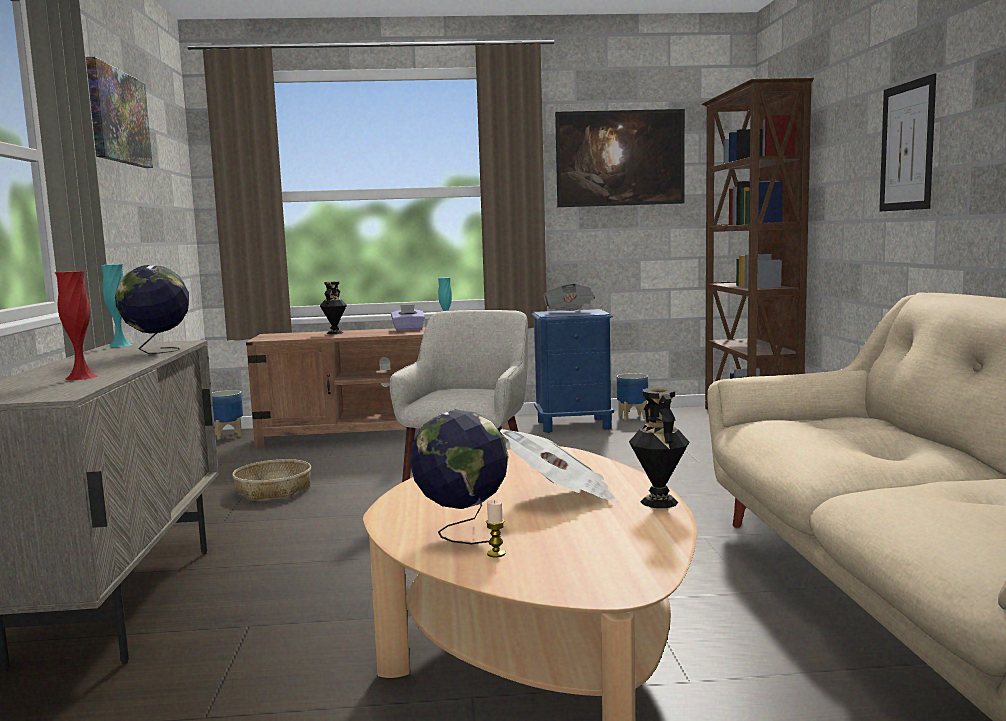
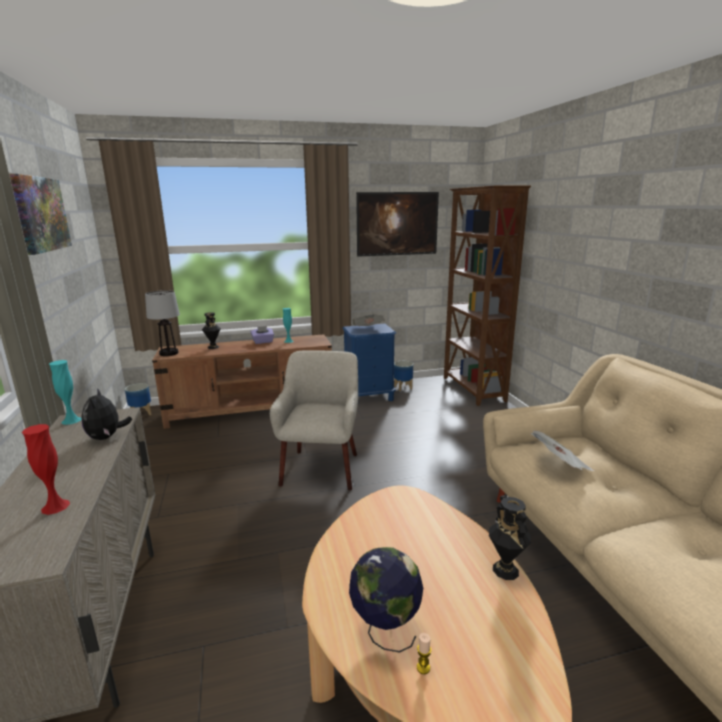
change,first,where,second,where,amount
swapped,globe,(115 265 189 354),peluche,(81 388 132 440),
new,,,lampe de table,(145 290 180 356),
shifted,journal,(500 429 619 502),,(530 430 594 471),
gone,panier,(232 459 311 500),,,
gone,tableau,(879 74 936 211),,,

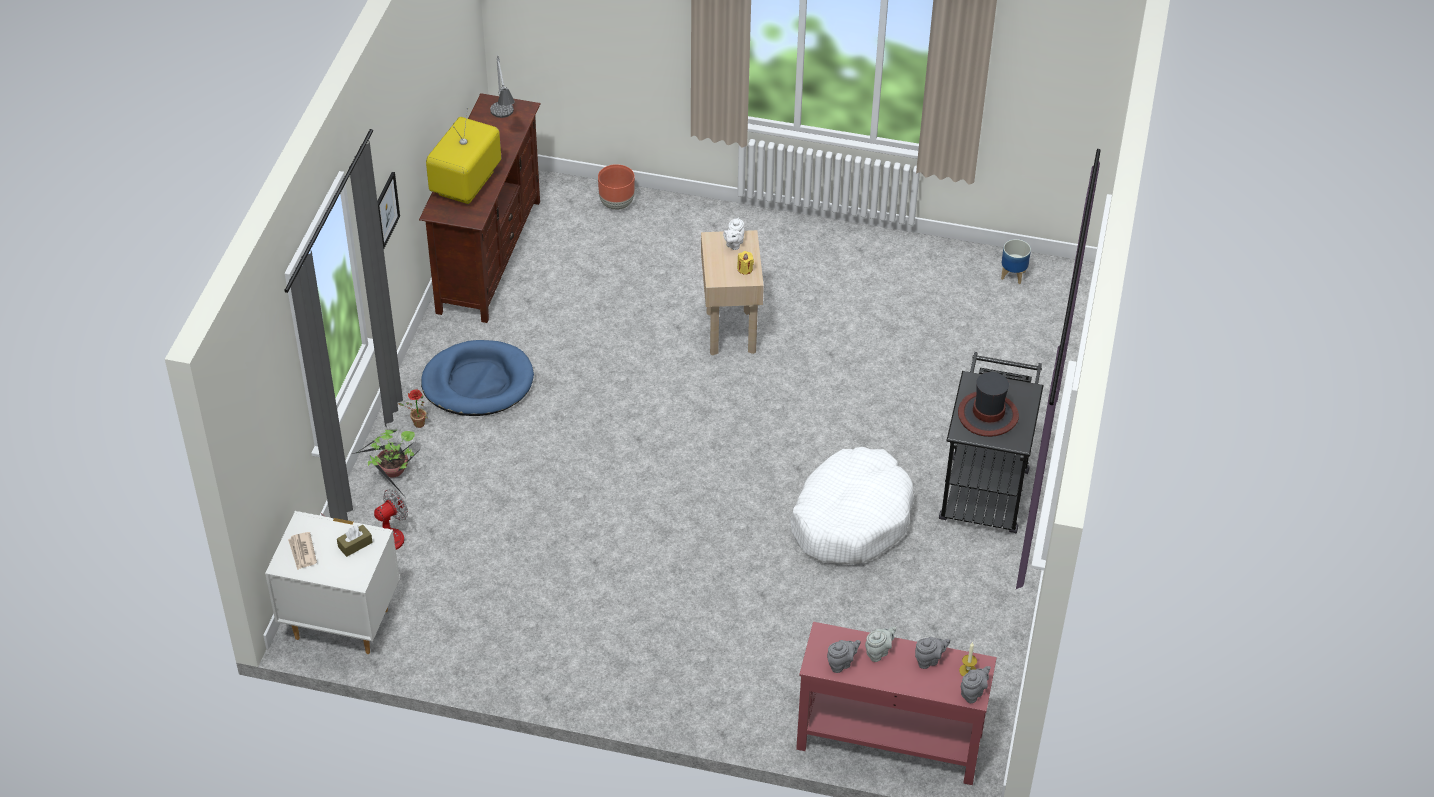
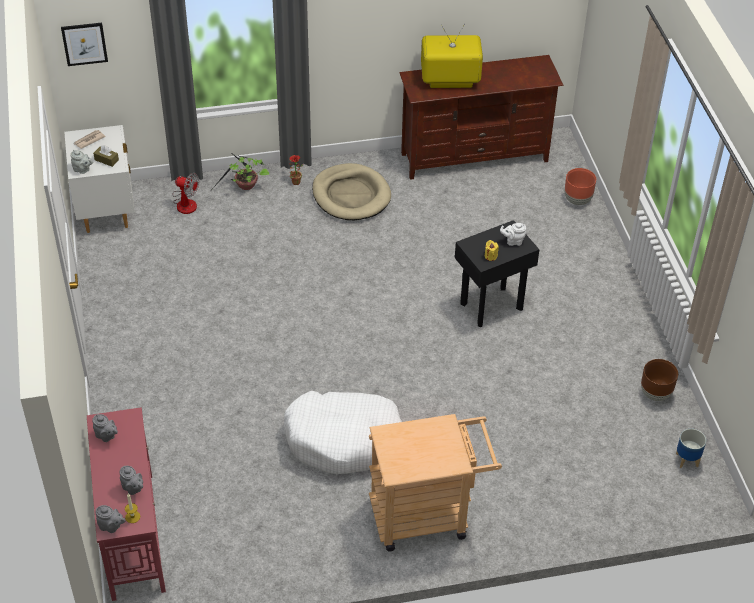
change,first,where,second,where,amount
shifted,tableau,(377 172 400 249),,(61 23 108 66),
shifted,théière [gris],(865 626 896 662),,(70 150 93 174),
repainted,panier pour chien [bleu],(421 340 534 416),panier pour chien [beige],(312 163 391 220),
repainted,chariot [noir],(939 352 1044 534),chariot [beige],(369 414 502 552),
repainted,table d'appoint [beige],(701 230 764 355),table d'appoint [noir],(455 220 540 327),
new,,,cache-pot [marron],(641 359 678 401),
gone,lampe de table,(490 55 515 118),,,
gone,chapeau,(958 372 1019 437),,,

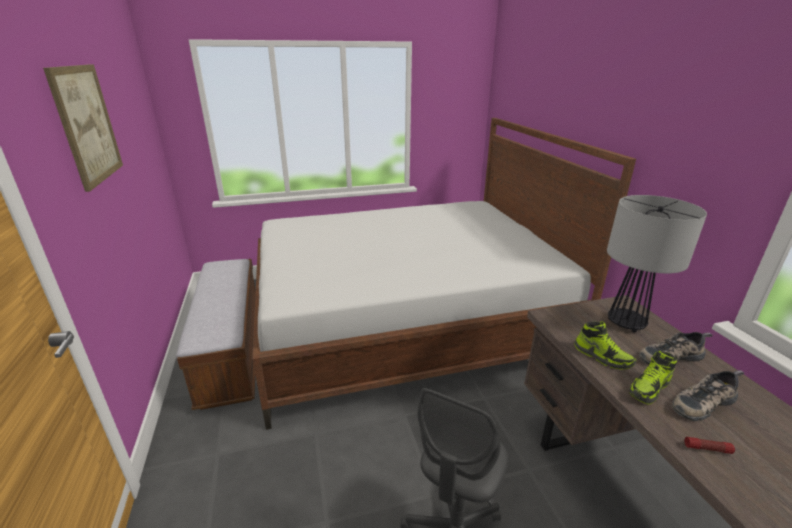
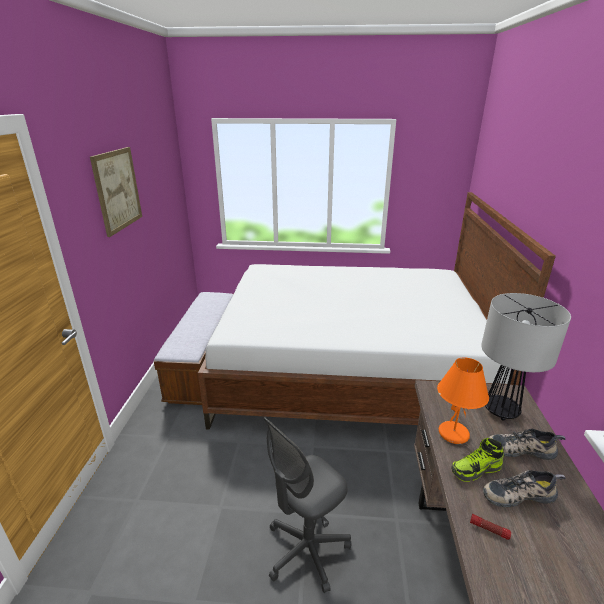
change,first,where,second,where,amount
swapped,chaussure,(574 321 636 370),lampe de table [orange],(437 358 489 444),

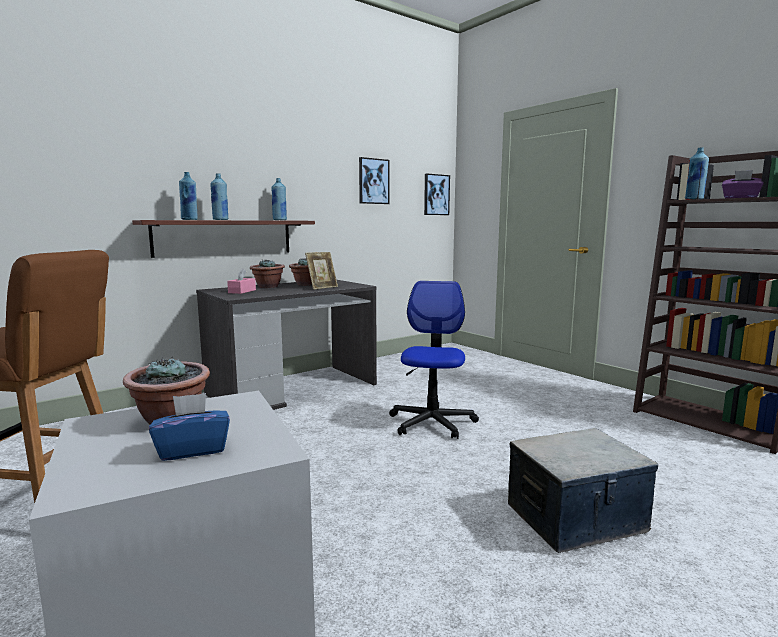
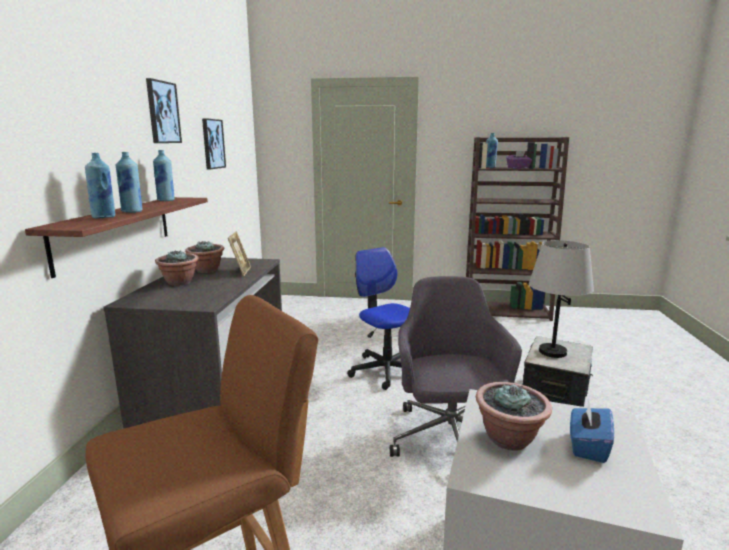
change,first,where,second,where,amount
shifted,tableau,(424 174 450 215),,(146 78 182 143),
new,,,chaise de bureau [gris],(390 276 522 457),
new,,,lampe de table [gris],(529 240 594 358),
gone,boîte à mouchoirs [rose],(227 268 256 294),,,

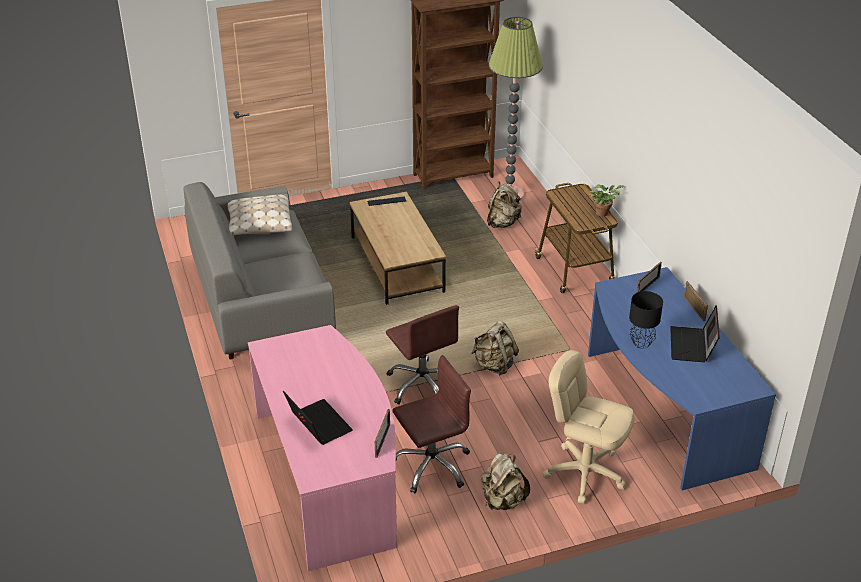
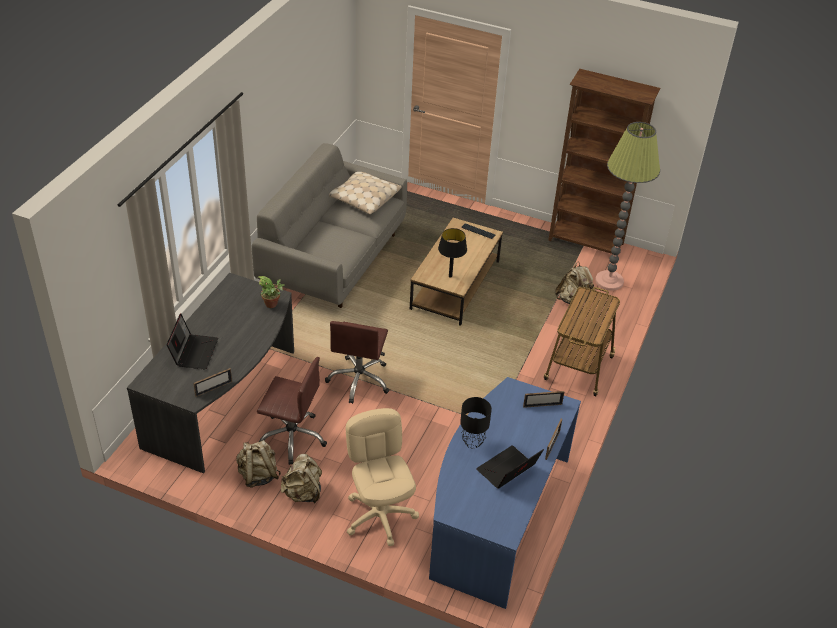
change,first,where,second,where,amount
repainted,bureau [rose],(248 325 397 571),bureau [gris],(127 273 294 474),
shifted,sac à dos [beige],(471 321 519 375),,(236 440 281 488),
shifted,plante en pot,(589 185 624 216),,(259 276 285 308),
new,,,lampe de table [noir],(438 228 467 278),

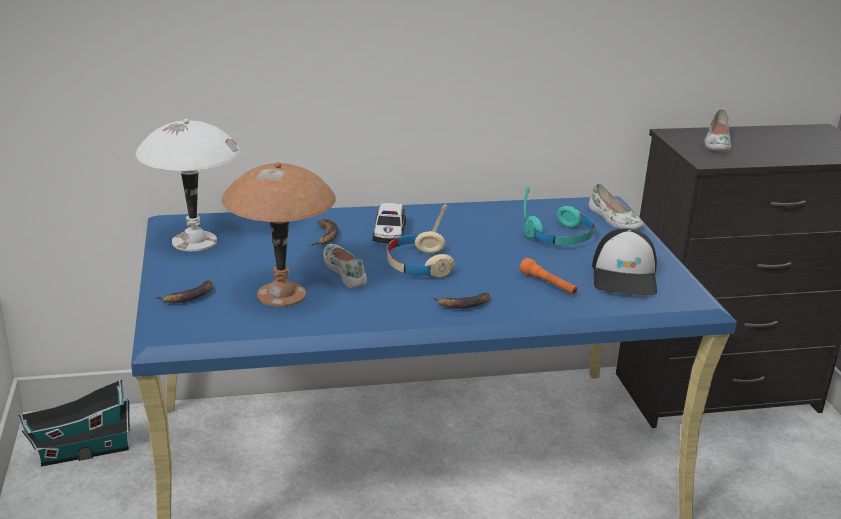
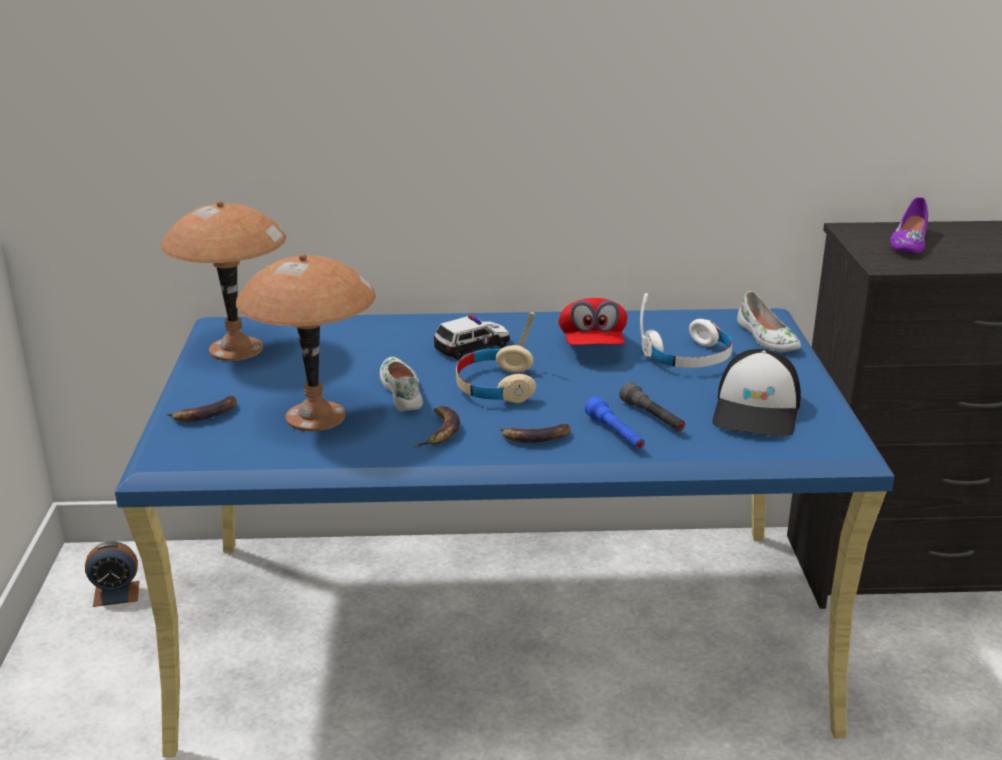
change,first,where,second,where,amount
swapped,maison miniature,(18 379 130 467),réveil,(85 541 140 607),
repainted,lampe de table [blanc],(135 119 240 251),lampe de table [marron],(161 201 286 361),
shifted,banane,(308 219 339 247),,(414 406 460 447),
rotated,petite voiture,(373 203 406 243),,(434 315 510 360),135 degrees counterclockwise
new,,,casquette [rouge],(558 298 627 345),
new,,,lampe de poche [bleu],(585 397 645 449),
repainted,lampe de poche [orange],(520 258 578 295),lampe de poche [gris],(619 382 685 431),
repainted,casque audio [turquoise],(523 187 595 245),casque audio [blanc],(640 293 733 368),
repainted,chaussure [blanc],(704 108 731 152),chaussure [violet],(890 197 928 253),

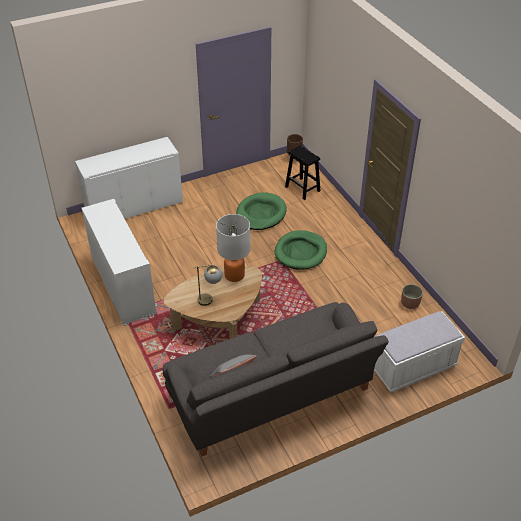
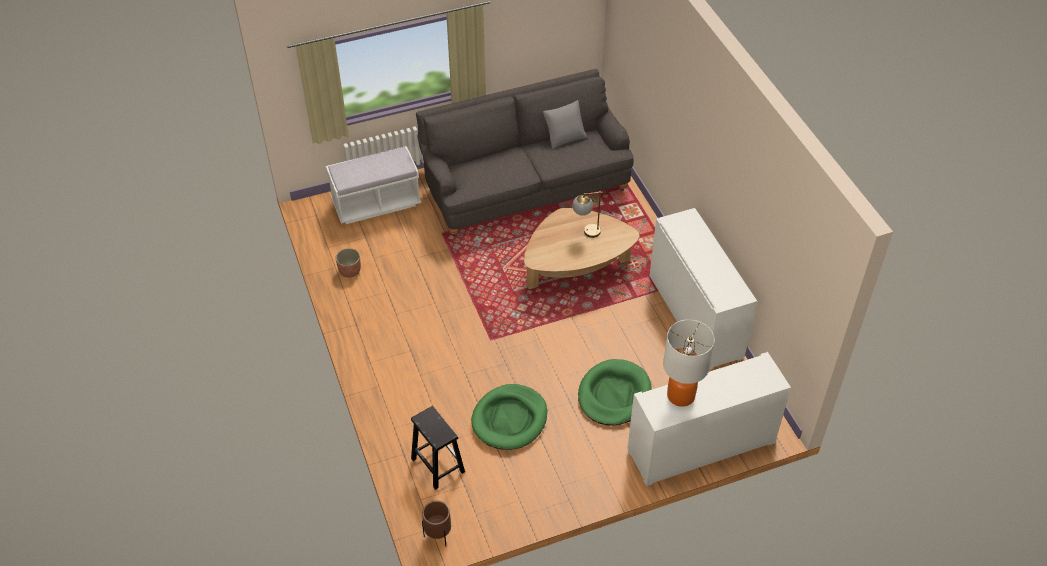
change,first,where,second,where,amount
shifted,panier pour chien [vert],(275 230 327 270),,(578 359 652 426),
shifted,lampe de table,(216 214 250 282),,(663 320 715 407),

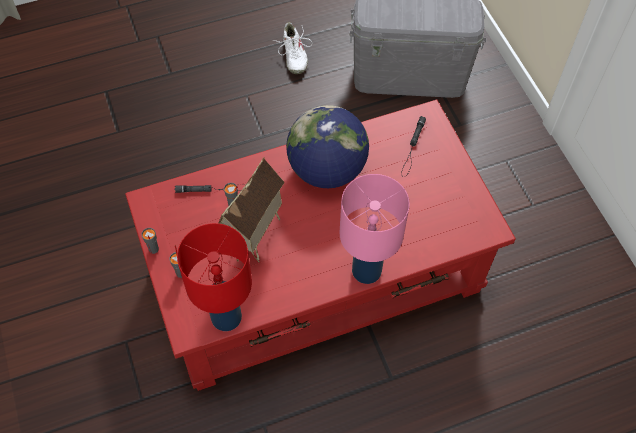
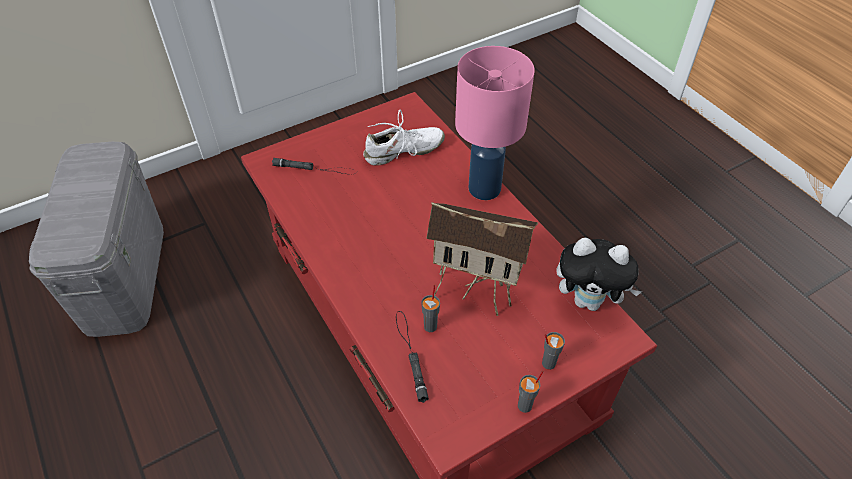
change,first,where,second,where,amount
shifted,chaussure [blanc],(273 22 312 74),,(363 110 445 166),
swapped,lampe de table [rouge],(177 223 252 331),peluche,(557 238 642 311),
gone,globe,(286 105 369 188),,,

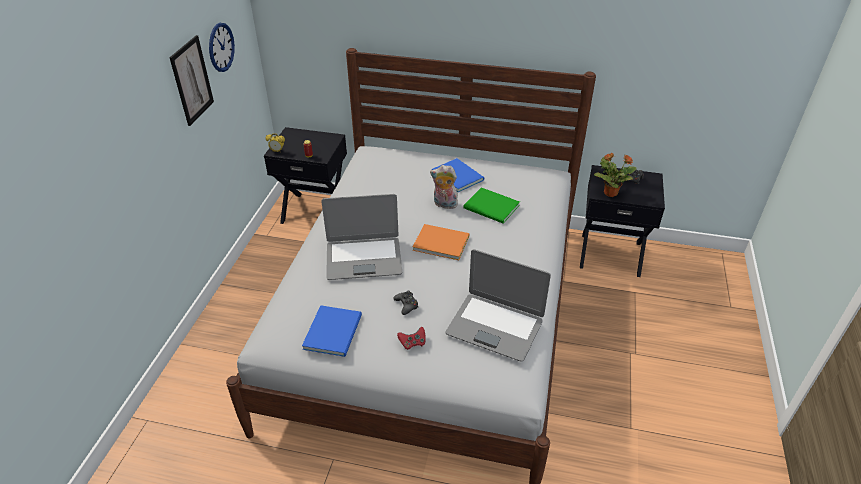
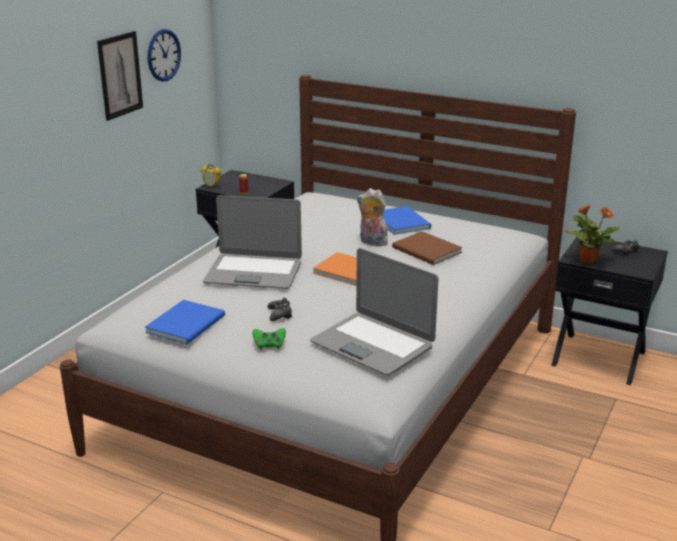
change,first,where,second,where,amount
repainted,manette [rouge],(397 327 426 350),manette [vert],(253 328 286 350),
repainted,livre [vert],(463 187 520 224),livre [marron],(392 231 463 265),

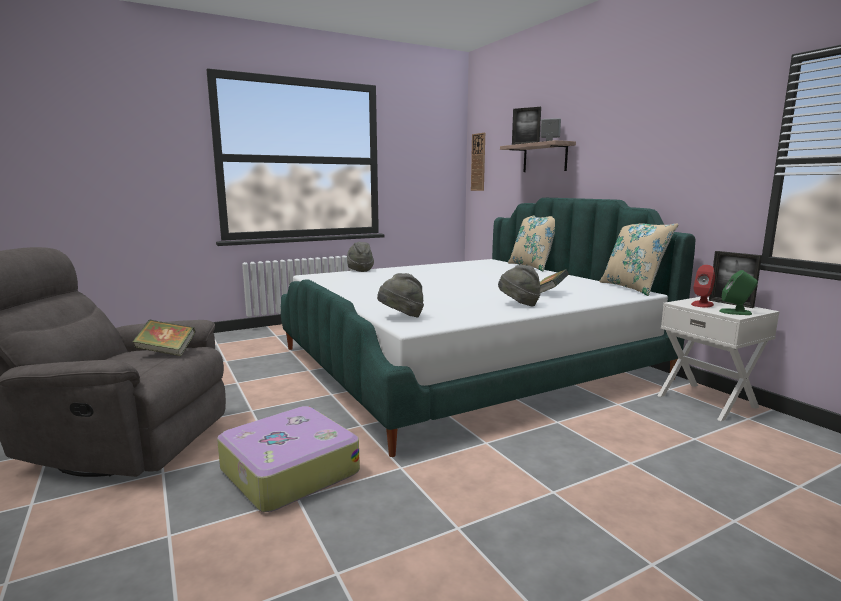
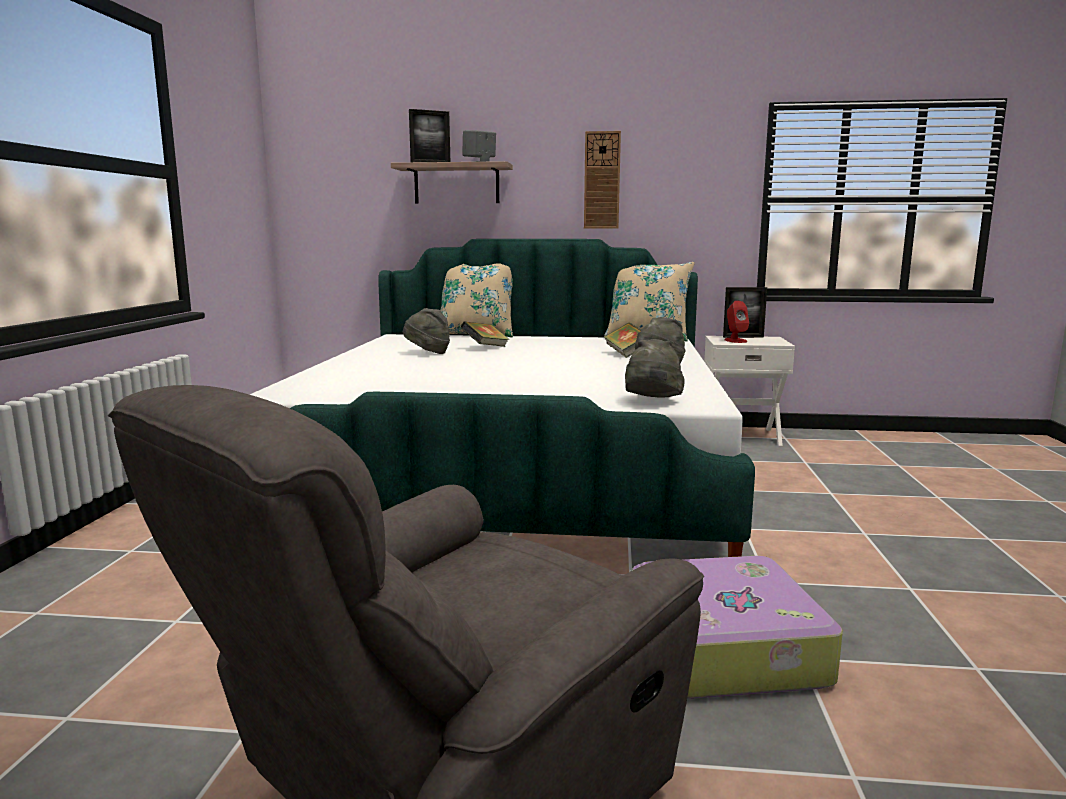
change,first,where,second,where,amount
shifted,chapeau [gris],(347 242 374 272),,(403 308 450 354),
shifted,livre,(133 320 195 356),,(461 321 510 347),
shifted,horloge murale,(471 133 485 191),,(584 131 621 229),
gone,enceinte [vert],(719 270 758 315),,,

